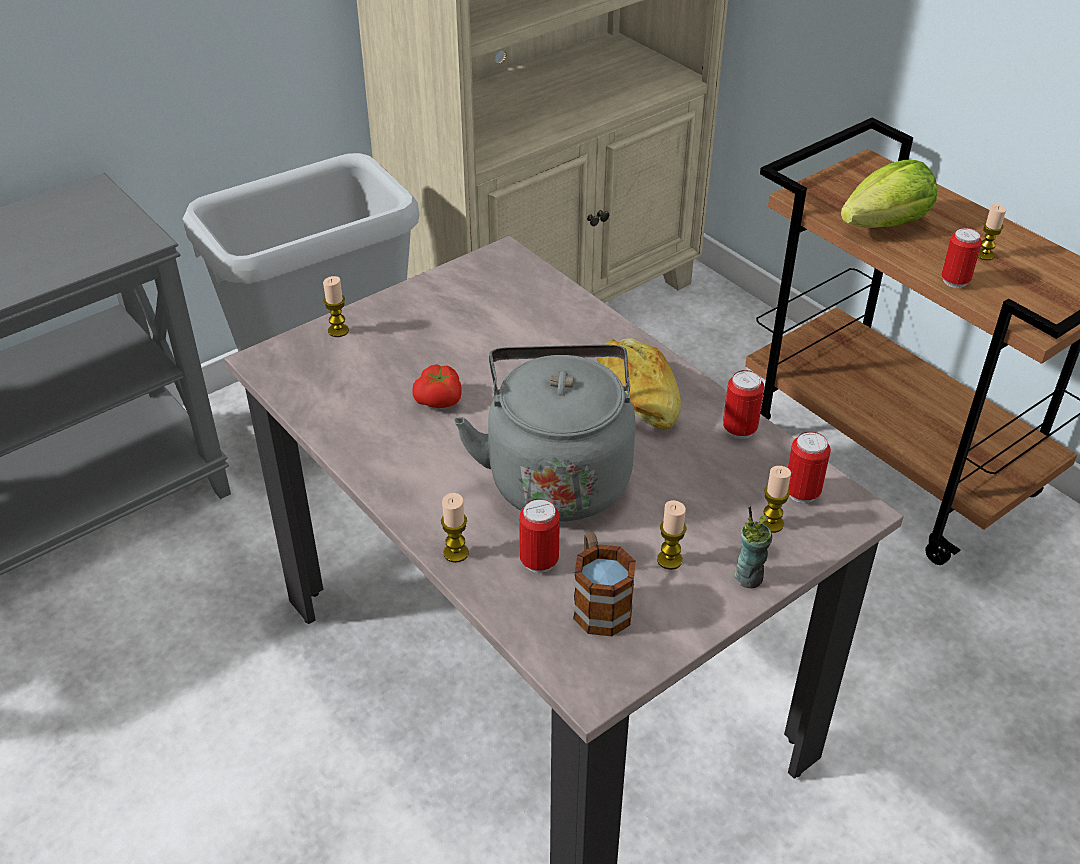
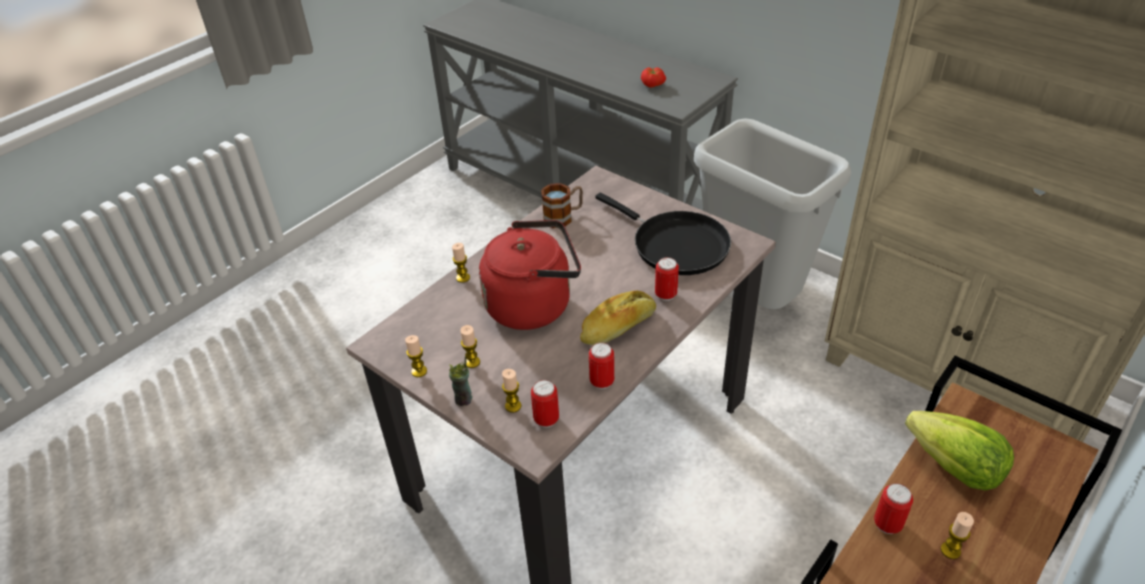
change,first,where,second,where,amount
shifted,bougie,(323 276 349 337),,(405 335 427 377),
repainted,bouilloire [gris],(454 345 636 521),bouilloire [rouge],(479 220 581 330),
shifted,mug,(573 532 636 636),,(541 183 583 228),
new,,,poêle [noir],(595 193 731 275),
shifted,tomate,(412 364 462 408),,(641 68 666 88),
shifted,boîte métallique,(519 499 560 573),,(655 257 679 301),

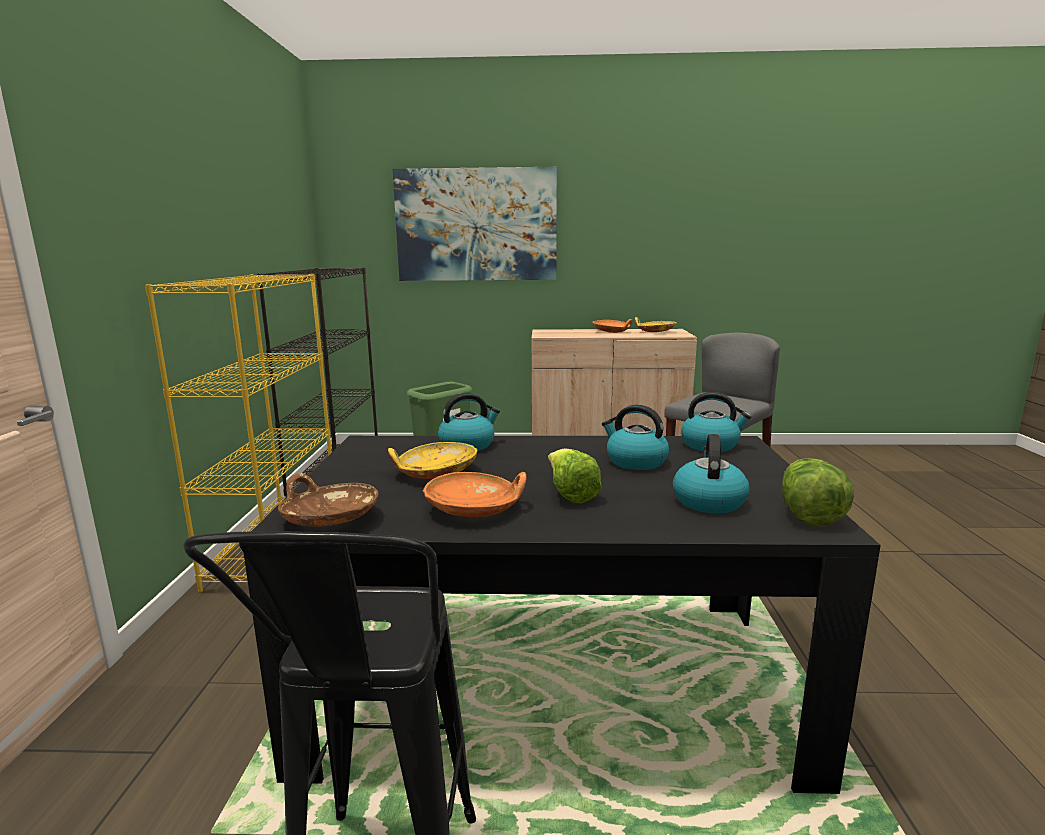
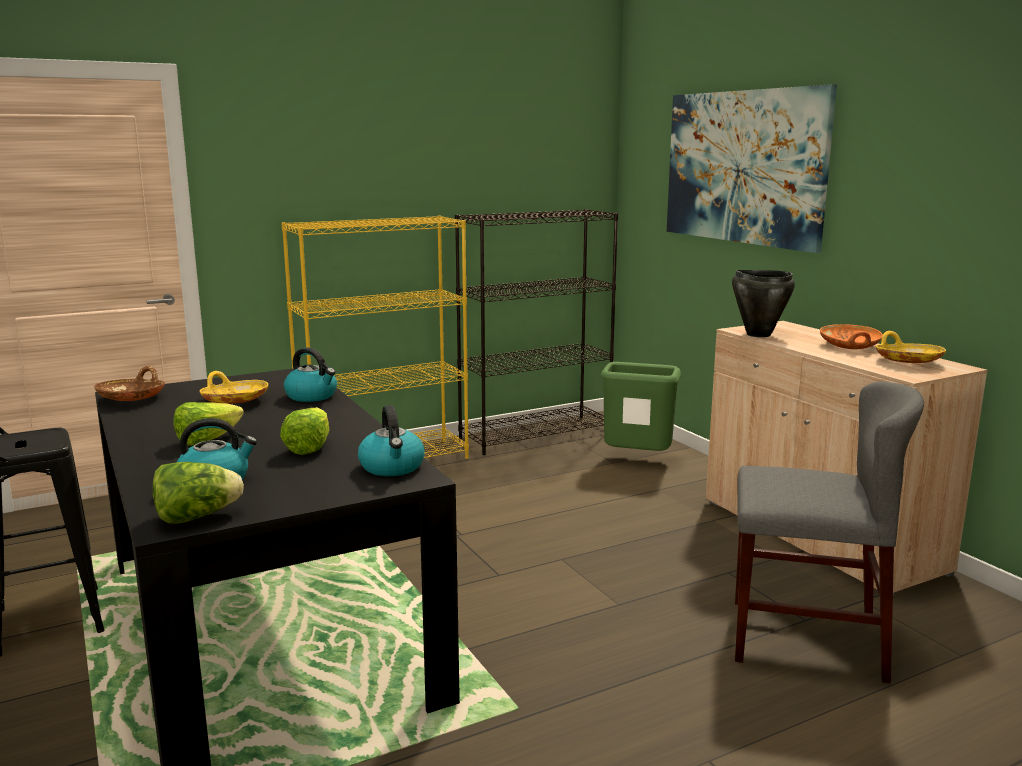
change,first,where,second,where,amount
swapped,bouilloire,(602 405 669 470),laitue,(280 407 329 455),
new,,,marmite [noir],(732 270 795 337),
gone,bol [orange],(423 472 527 517),,,

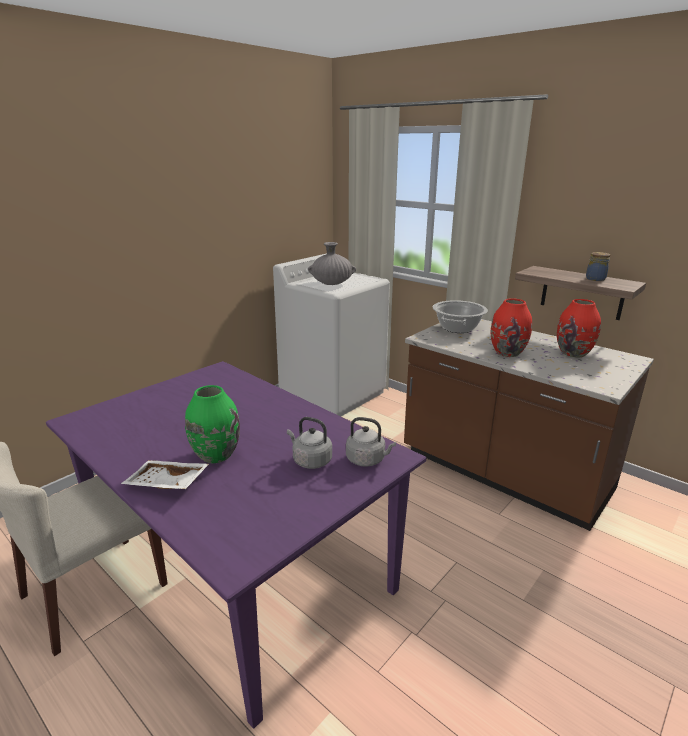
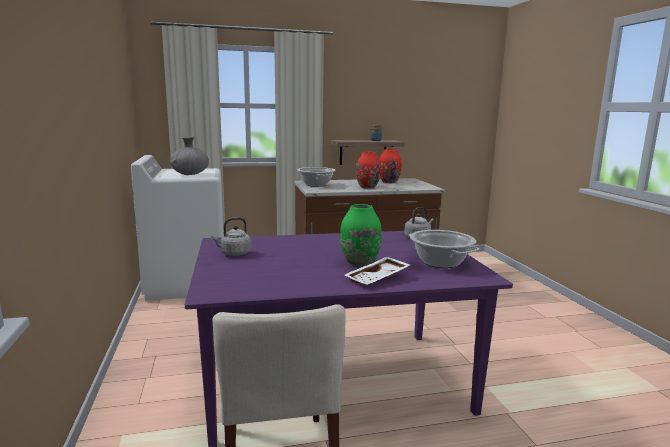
change,first,where,second,where,amount
shifted,bouilloire [gris],(287 417 332 469),,(211 217 251 256),
new,,,marmite,(408 230 480 268),

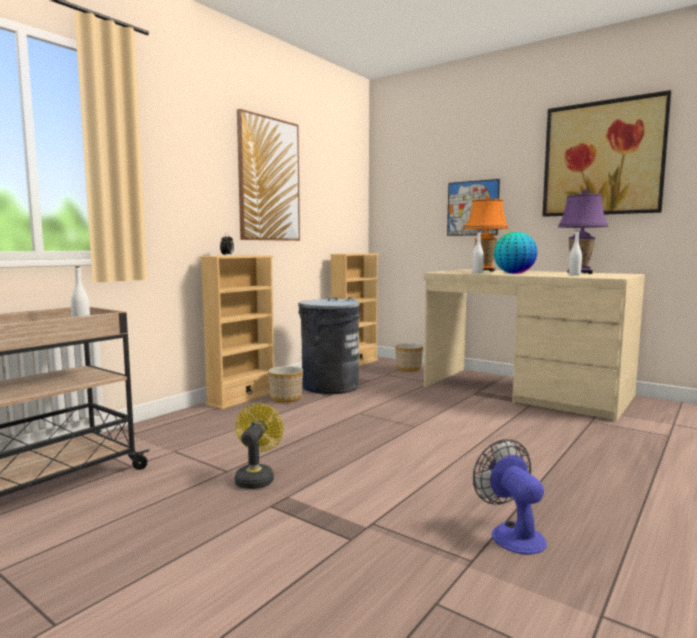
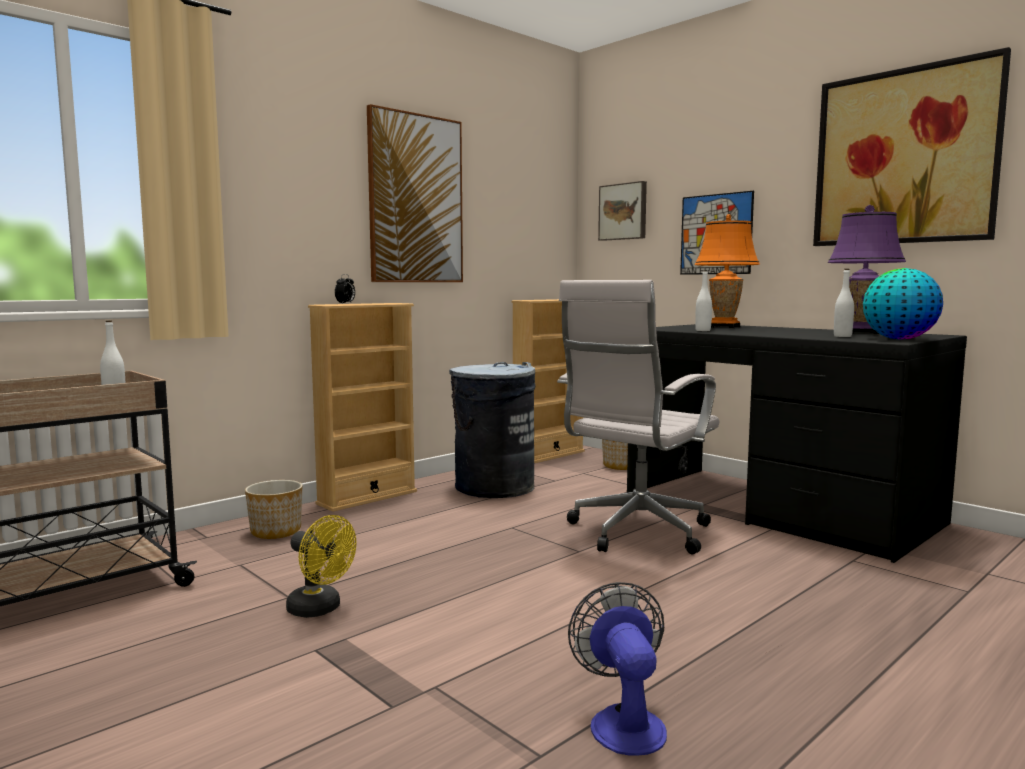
change,first,where,second,where,amount
shifted,cache-pot,(268 366 303 403),,(245 480 302 539),
rotated,ventilateur [jaune],(235 403 283 489),,(286 515 356 618),105 degrees clockwise
new,,,chaise de bureau [blanc],(557 280 719 555),
new,,,tableau,(598 181 647 241),
repainted,bureau [beige],(423 269 645 421),bureau [noir],(627 324 967 563),
shifted,globe,(494 232 537 274),,(863 268 943 340),

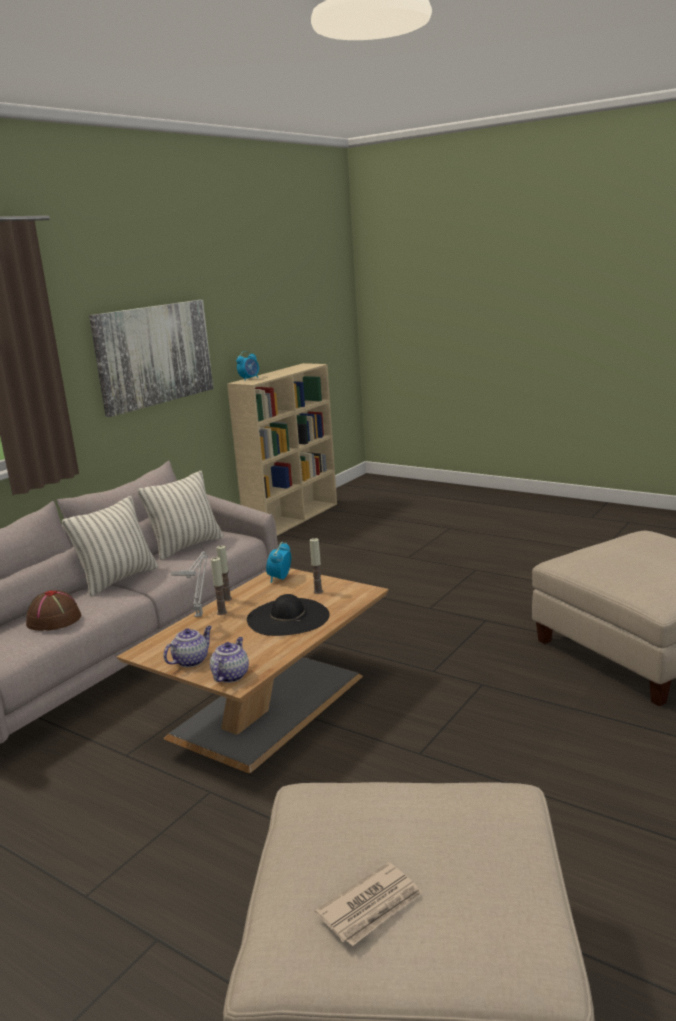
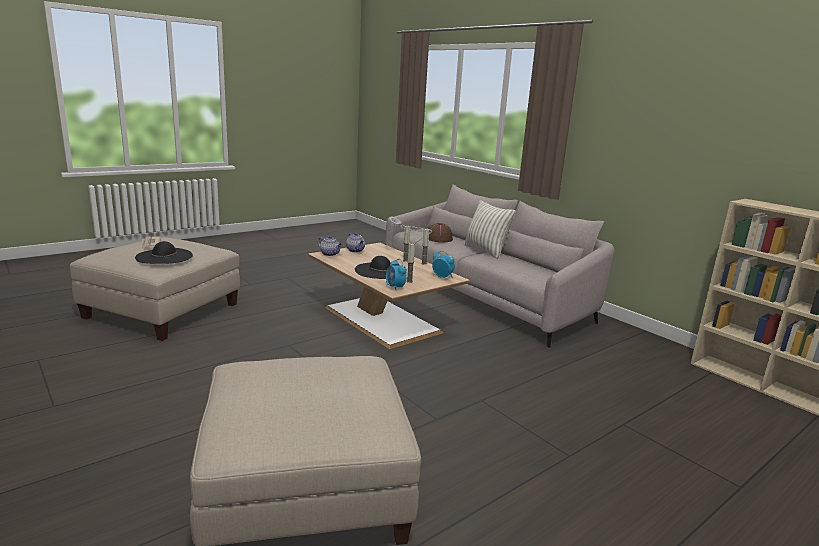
change,first,where,second,where,amount
new,,,chapeau [noir],(135 241 193 264),
shifted,réveil,(236 351 259 381),,(386 259 407 291),
gone,tableau,(89 300 213 417),,,
gone,coussin,(137 471 223 560),,,

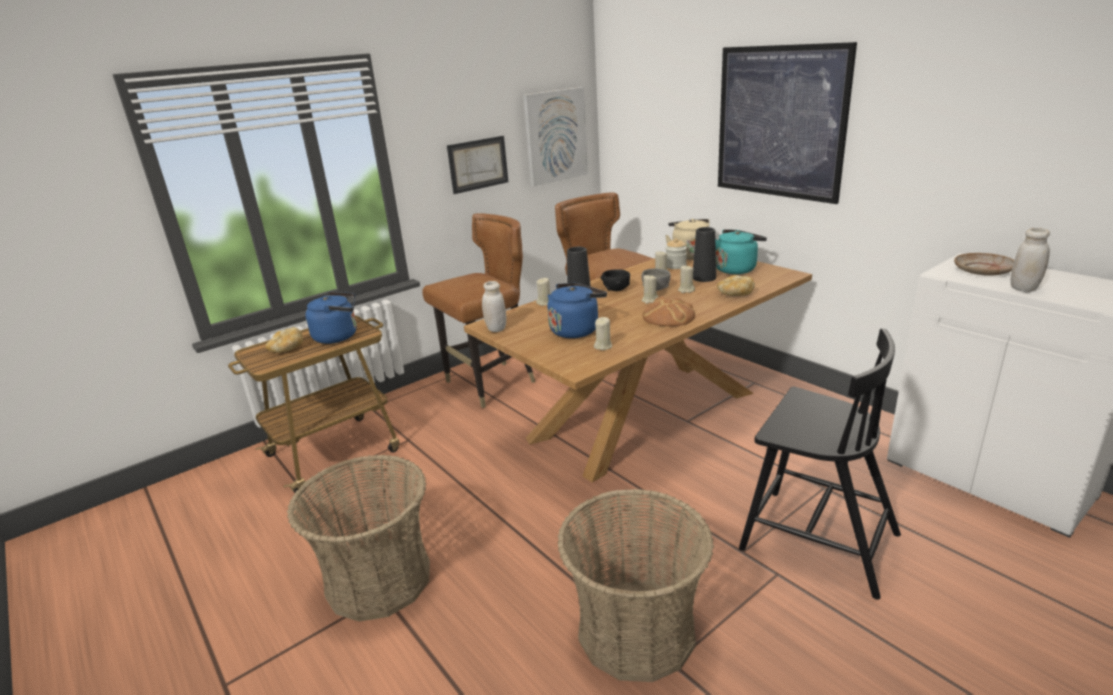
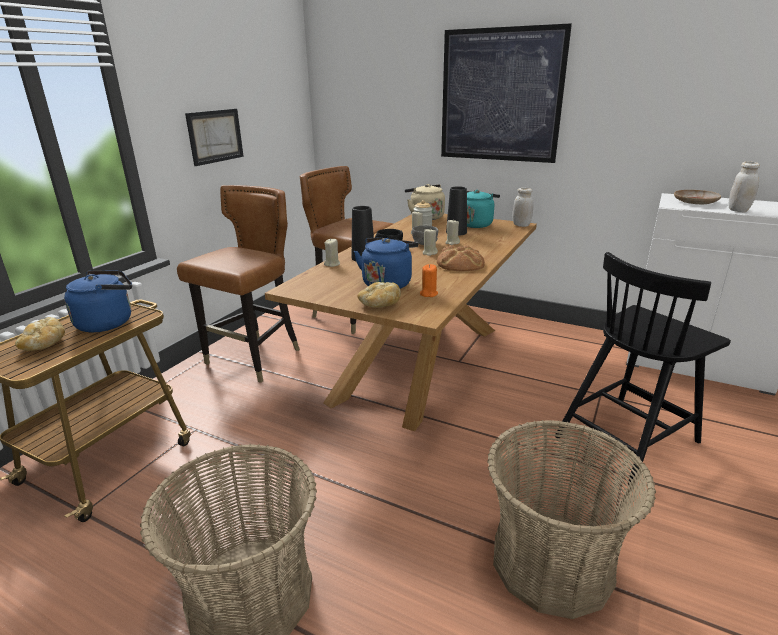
change,first,where,second,where,amount
shifted,pain,(717 275 755 296),,(357 282 401 307),
repainted,bougie [beige],(594 317 612 350),bougie [orange],(420 264 438 297),
shifted,bocal [blanc],(482 281 507 332),,(513 188 534 227),
rotated,chaise [noir],(739 328 901 600),,(555 252 731 485),135 degrees clockwise
gone,tableau,(523 87 588 186),,,

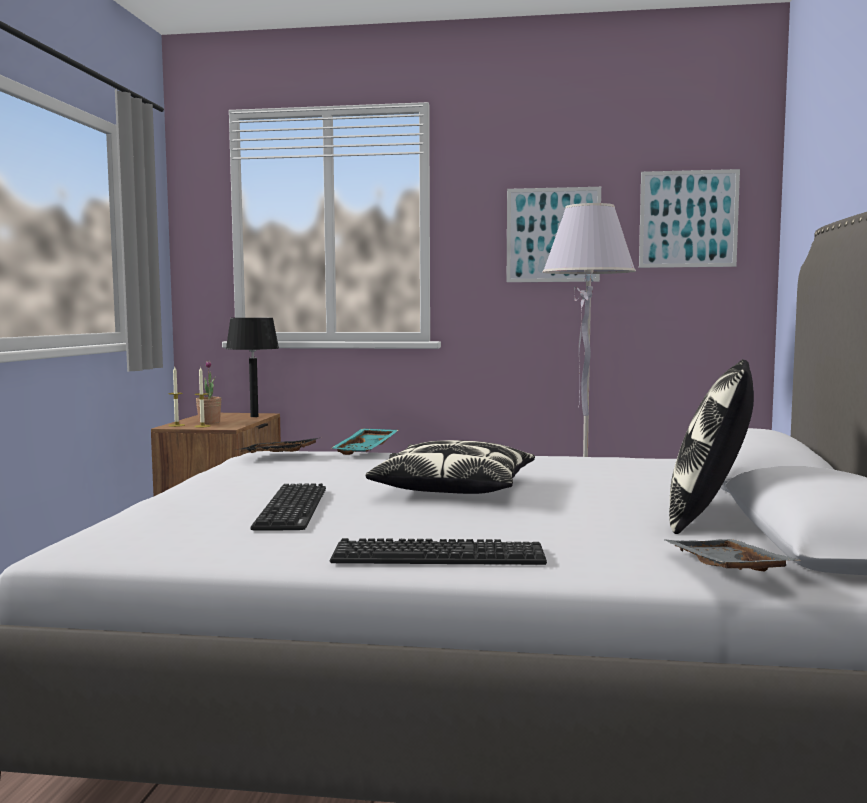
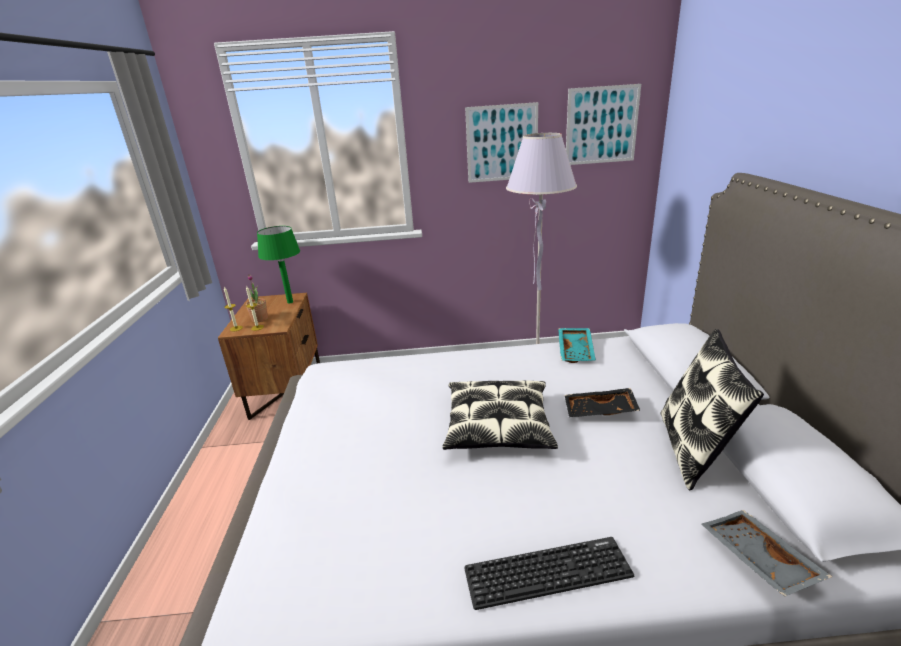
change,first,where,second,where,amount
repainted,lampe de table [noir],(226 318 279 417),lampe de table [vert],(257 226 300 304),
shifted,plateau [turquoise],(331 429 398 455),,(558 328 596 363),
shifted,plateau [noir],(234 438 318 453),,(565 388 640 417),
gone,clavier,(250 483 326 531),,,

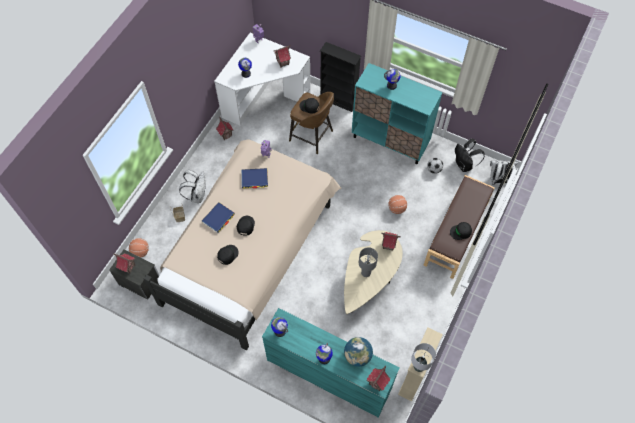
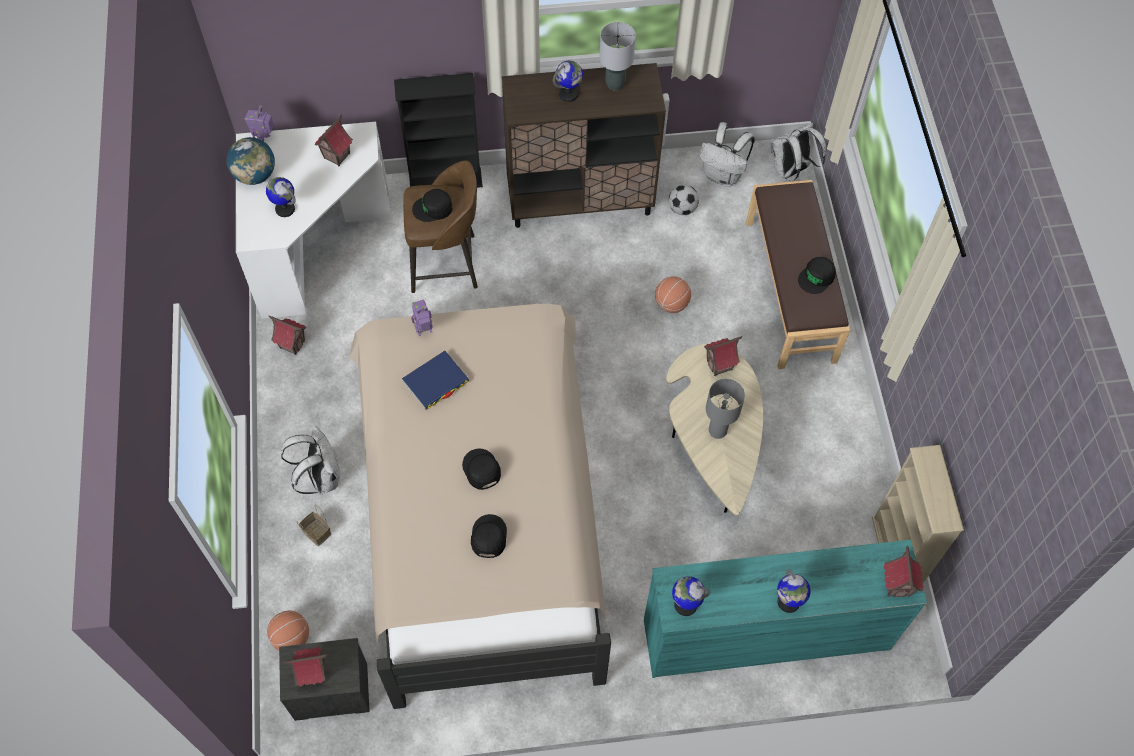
change,first,where,second,where,amount
shifted,globe,(344 337 373 367),,(227 137 275 185),
repainted,meuble de rangement [turquoise],(352 63 442 164),meuble de rangement [marron],(502 63 666 228),
shifted,lampe de table [gris],(411 343 436 372),,(599 22 636 91),
repainted,sac à dos [noir],(455 139 485 172),sac à dos [blanc],(699 122 755 187),
gone,livre [bleu],(202 202 235 233),,,

